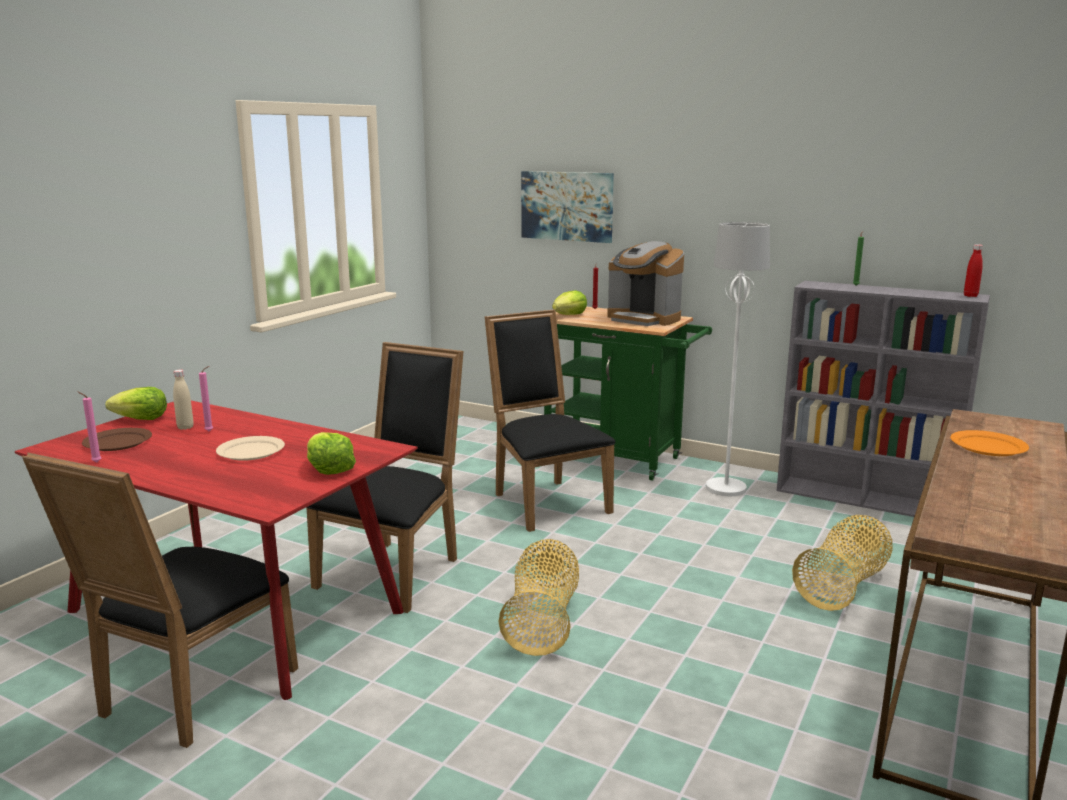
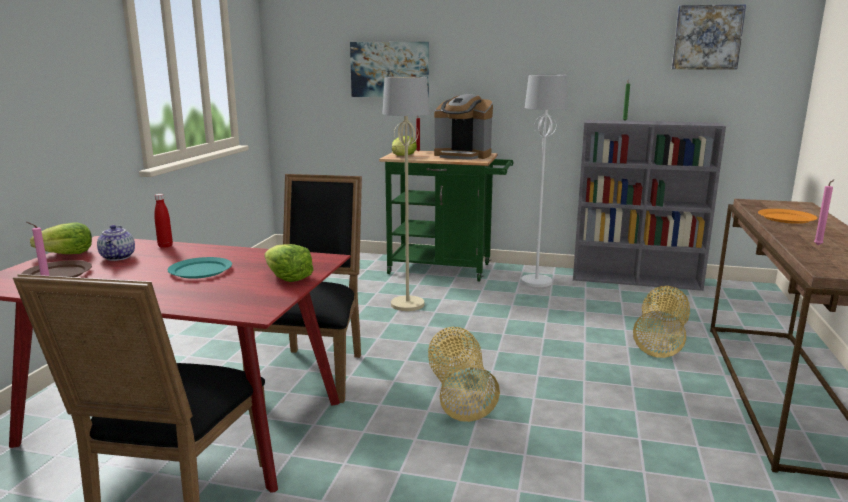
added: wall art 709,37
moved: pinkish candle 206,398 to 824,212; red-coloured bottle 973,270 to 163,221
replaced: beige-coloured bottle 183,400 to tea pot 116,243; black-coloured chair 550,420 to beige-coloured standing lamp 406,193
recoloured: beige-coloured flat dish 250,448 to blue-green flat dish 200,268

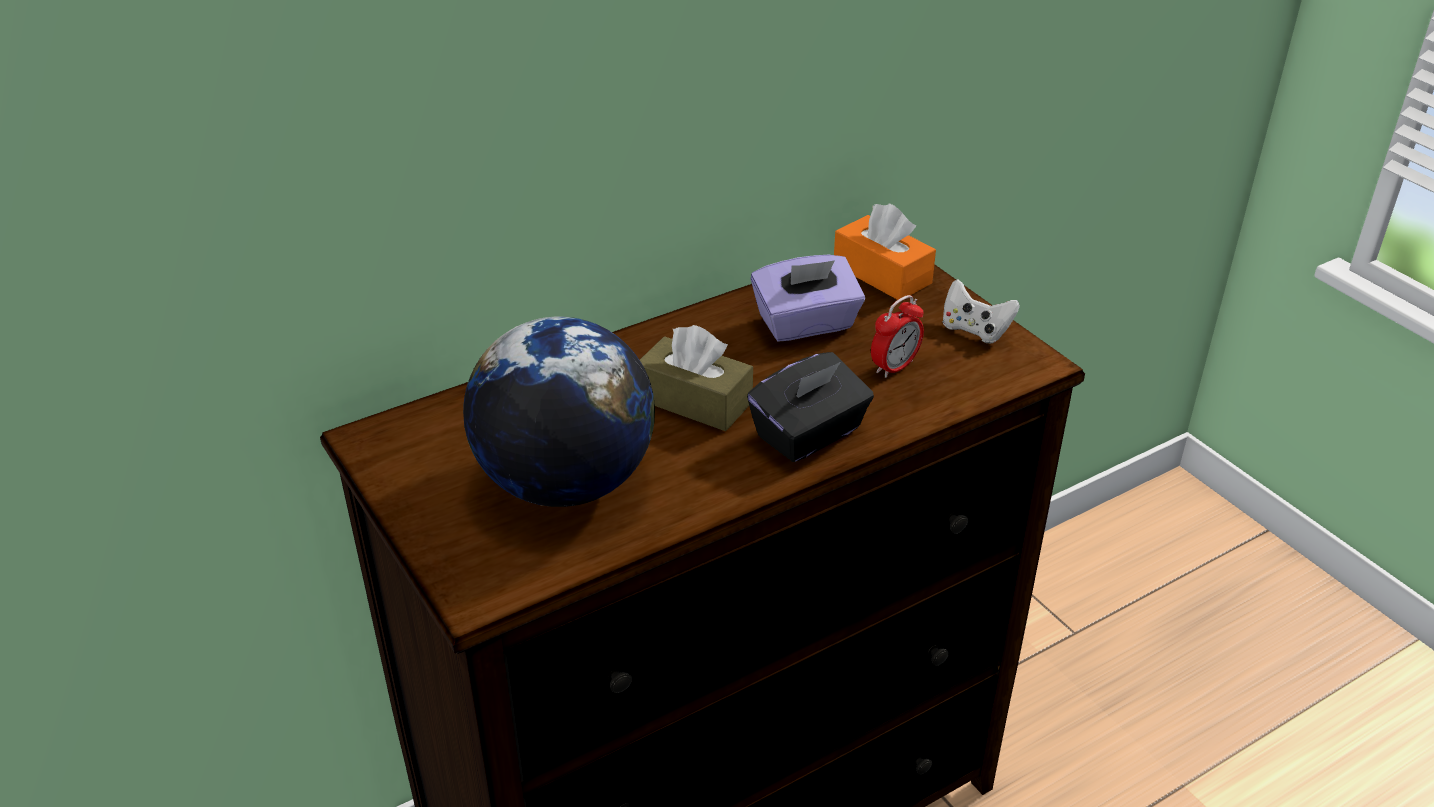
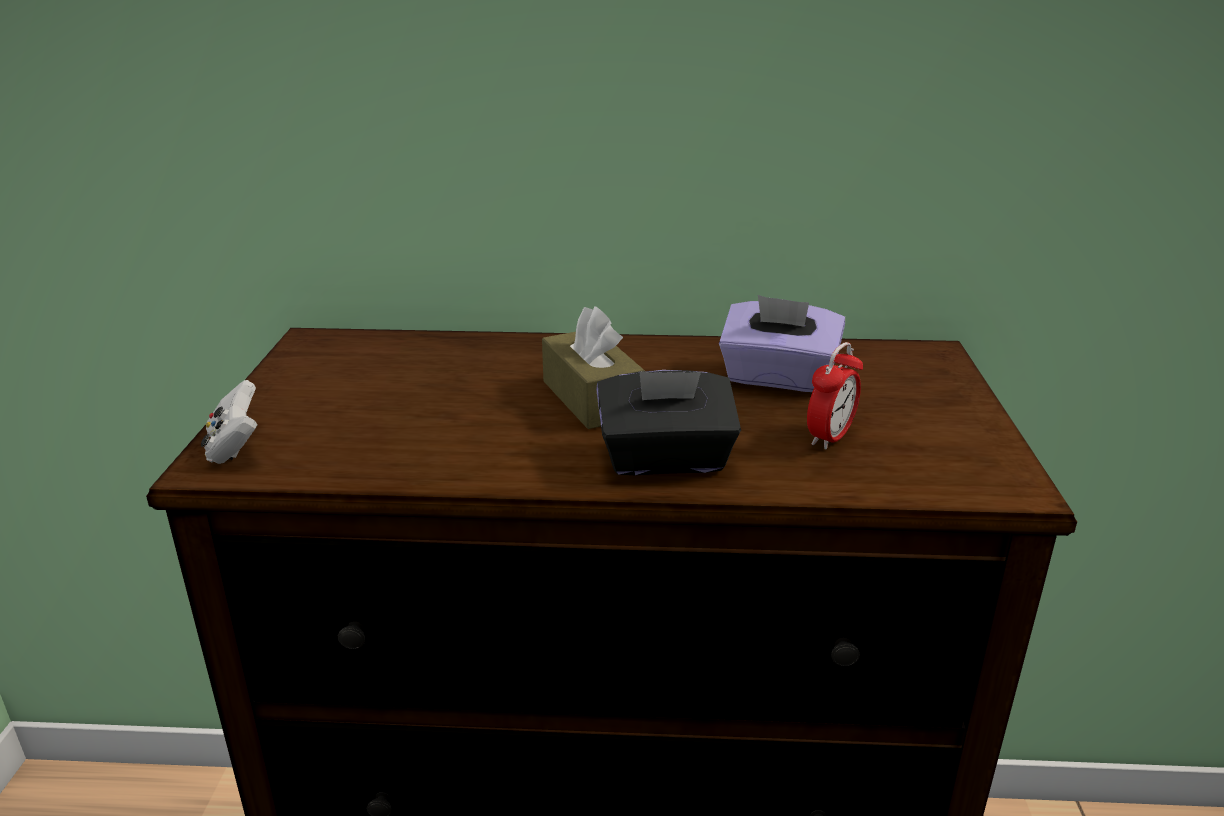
removed: globe 559,412; orange-coloured tissue holder 885,251
moved: white gamepad 981,311 to 229,422
turned: bedside clock 897,336 = 835,396 45 degrees counterclockwise

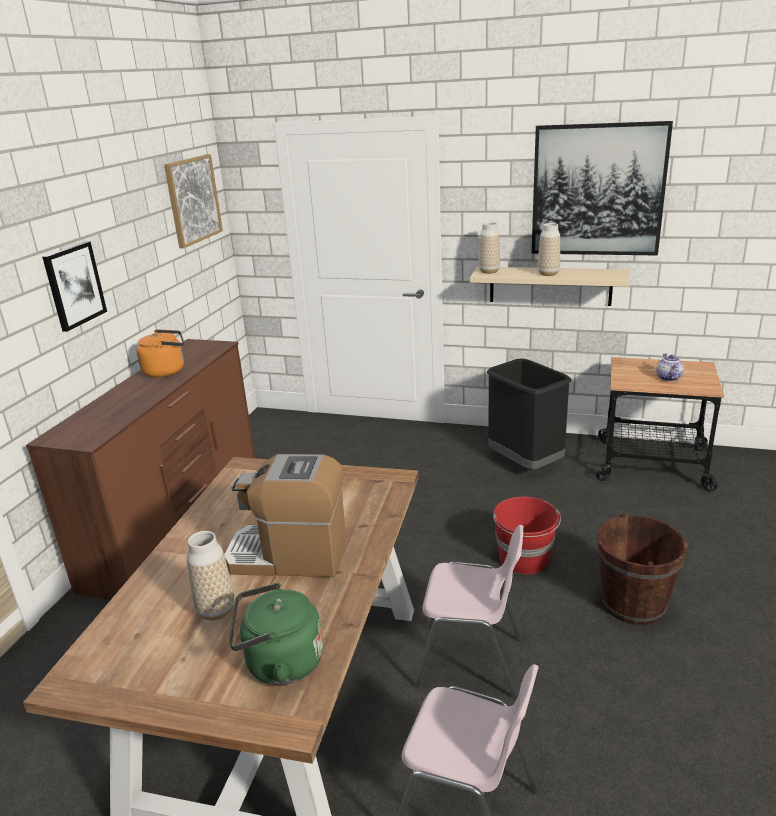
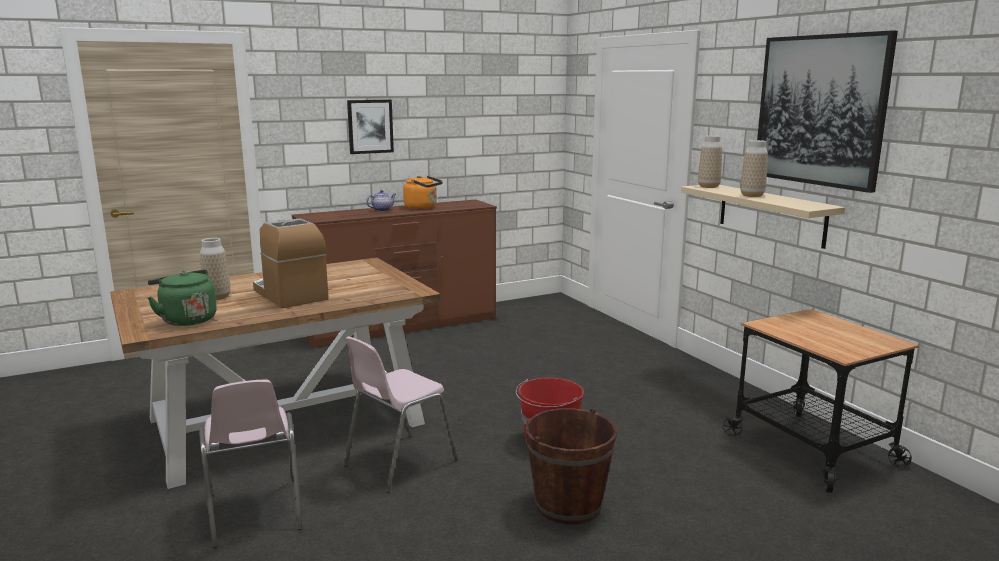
removed: wall art 193,201; black-coloured waste bin 529,413
moved: tea pot 670,367 to 381,200
turned: pinkish chair 468,612 = 401,415 75 degrees clockwise

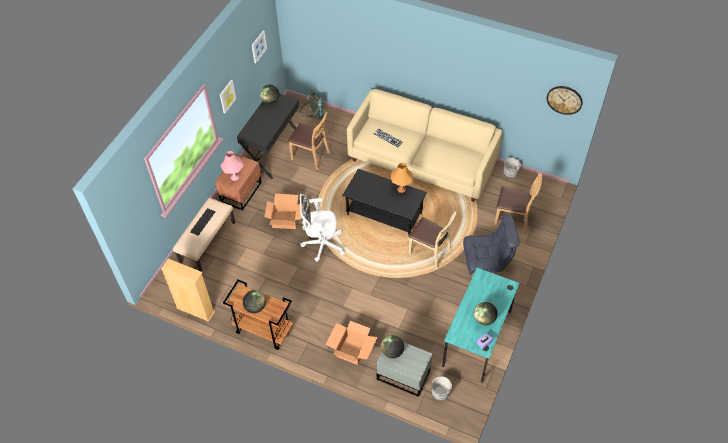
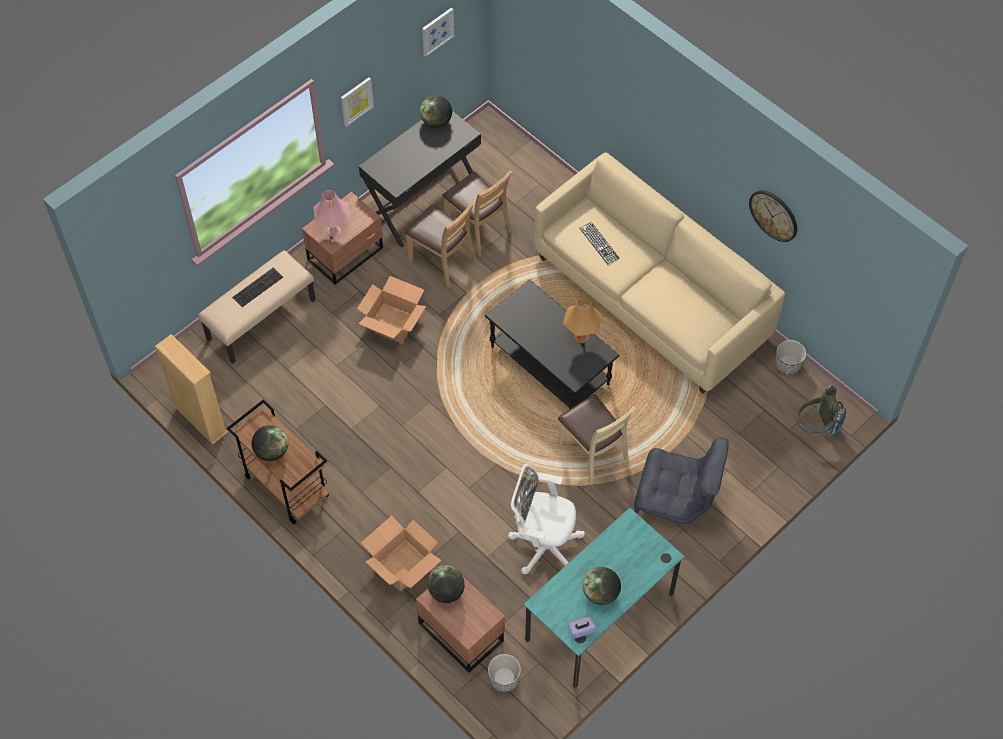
moved: grey backpack 312,104 to 822,410; white desk chair 322,228 to 546,519; brownish chair 518,203 to 440,243; hanging clock 565,100 to 773,216
recoloured: grey nightstand 404,370 to brownish nightstand 460,625

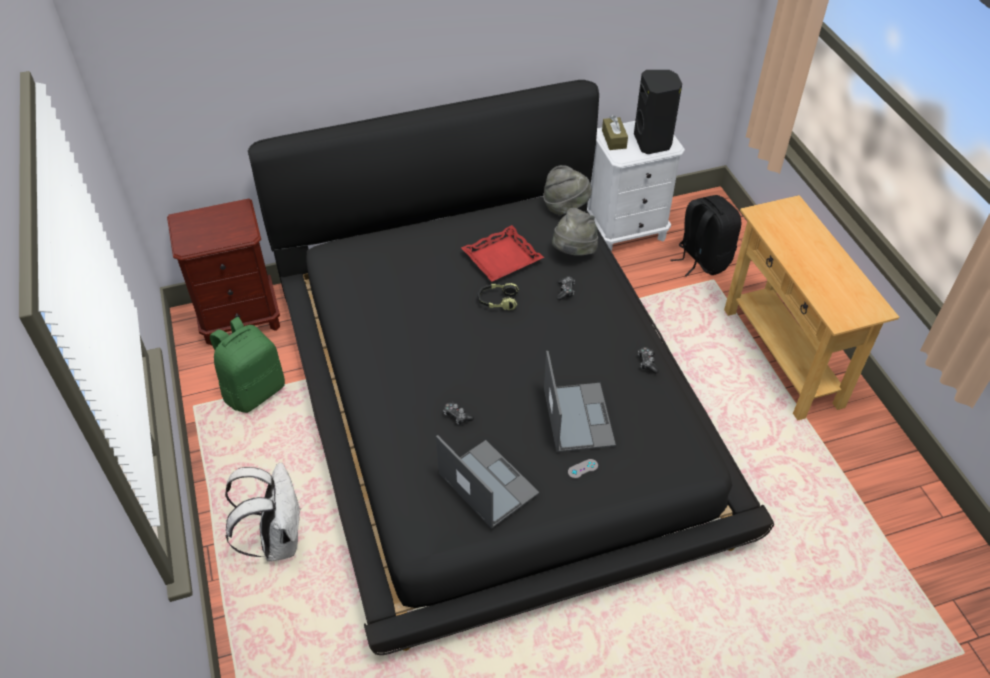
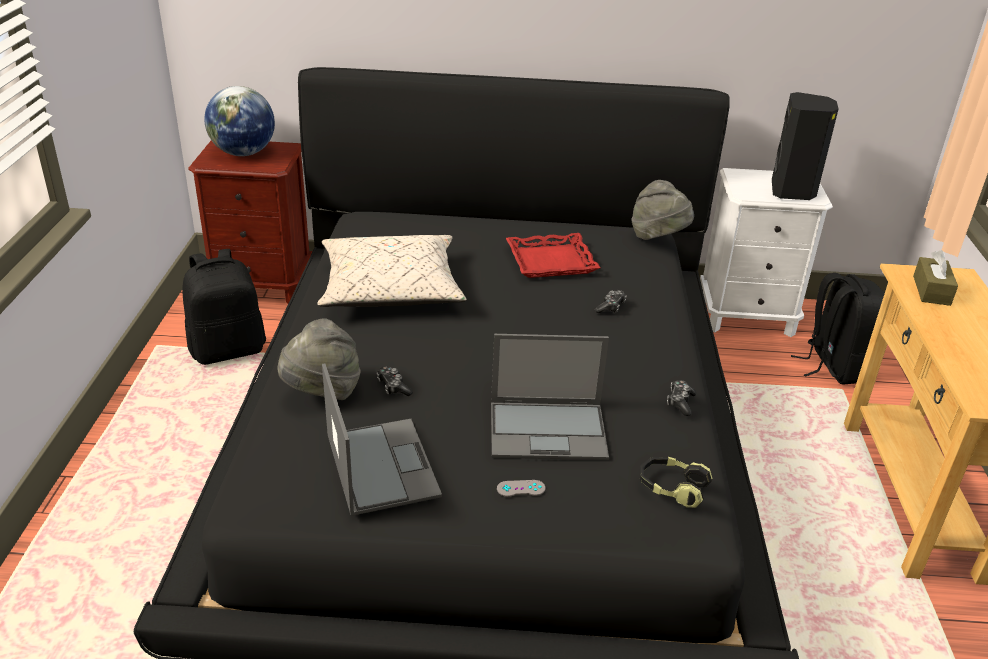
removed: white backpack 263,511
added: globe 239,121; beige-coloured cushion 392,271
moved: headphones 498,296 to 676,482; grey wearable hat 575,232 to 319,359; brownish tissue holder 615,132 to 935,278
recoloured: green-coloured backpack 247,365 to black-coloured backpack 224,307
turned: laptop 580,401 = 550,397 75 degrees clockwise

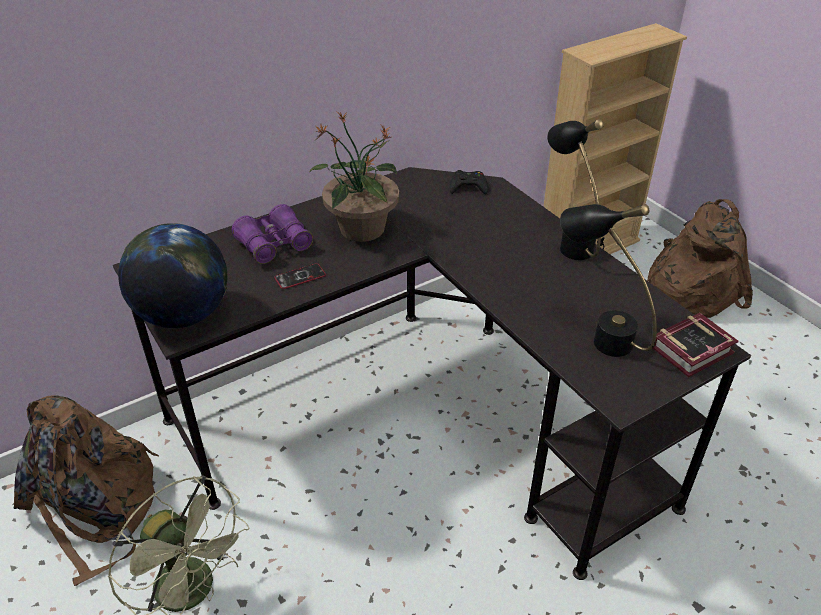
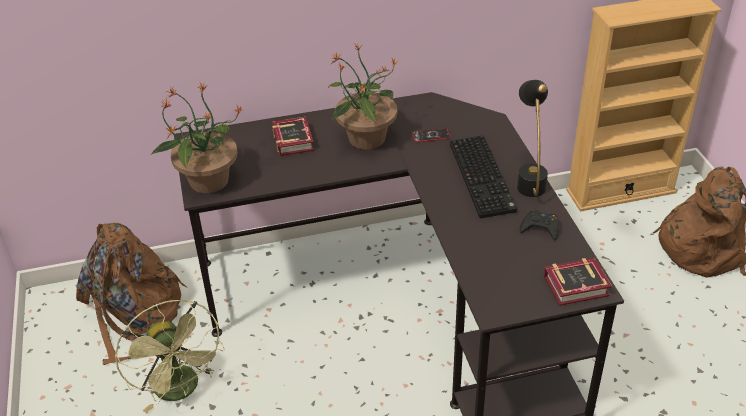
removed: black-coloured table lamp 608,280
added: computer keyboard 483,176
moved: handset 300,276 to 431,135; black-coloured gamepad 469,182 to 539,225
replaced: globe 172,275 to houseplant 197,137; purple-coloured pair of binoculars 272,234 to bound book 293,136

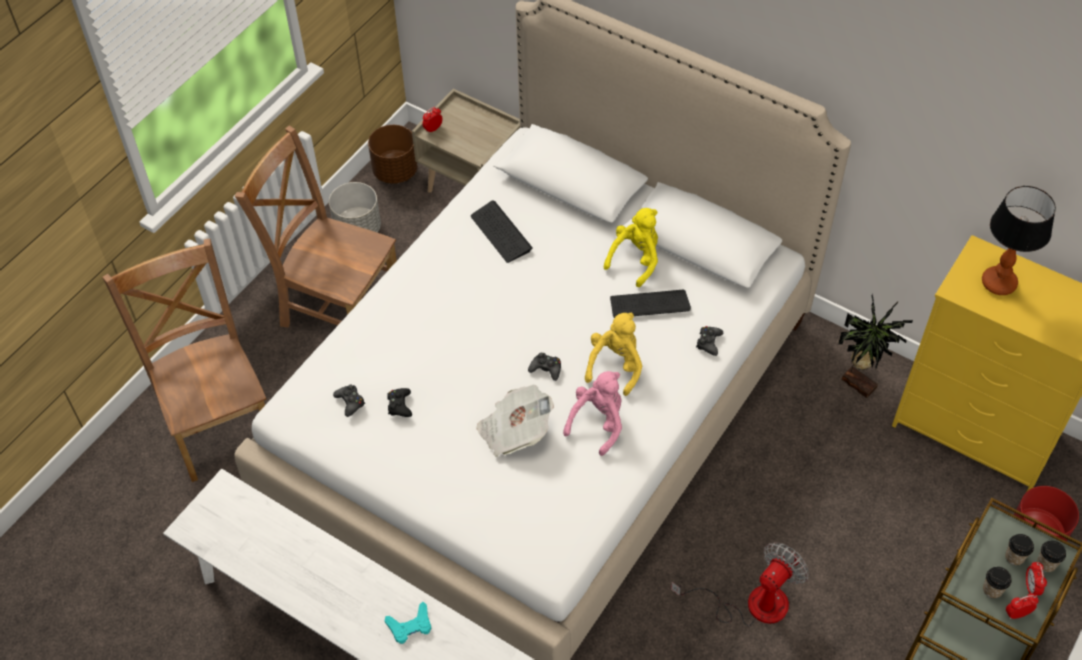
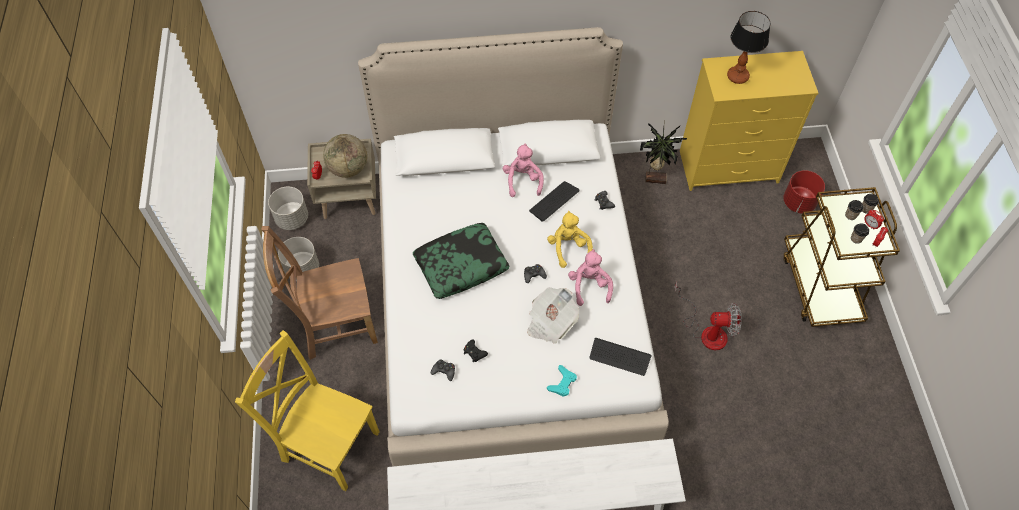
added: globe 345,156; cushion 461,261
moved: blue-green gamepad 408,623 to 562,381; computer keyboard 502,231 to 620,357
recoloured: brownish chair 184,360 to yellow chair 307,410; brownish planter 393,154 to grey planter 288,208; yellow plush toy 631,247 to pinkish plush toy 523,170
turned: fan 740,584 = 708,316 90 degrees clockwise

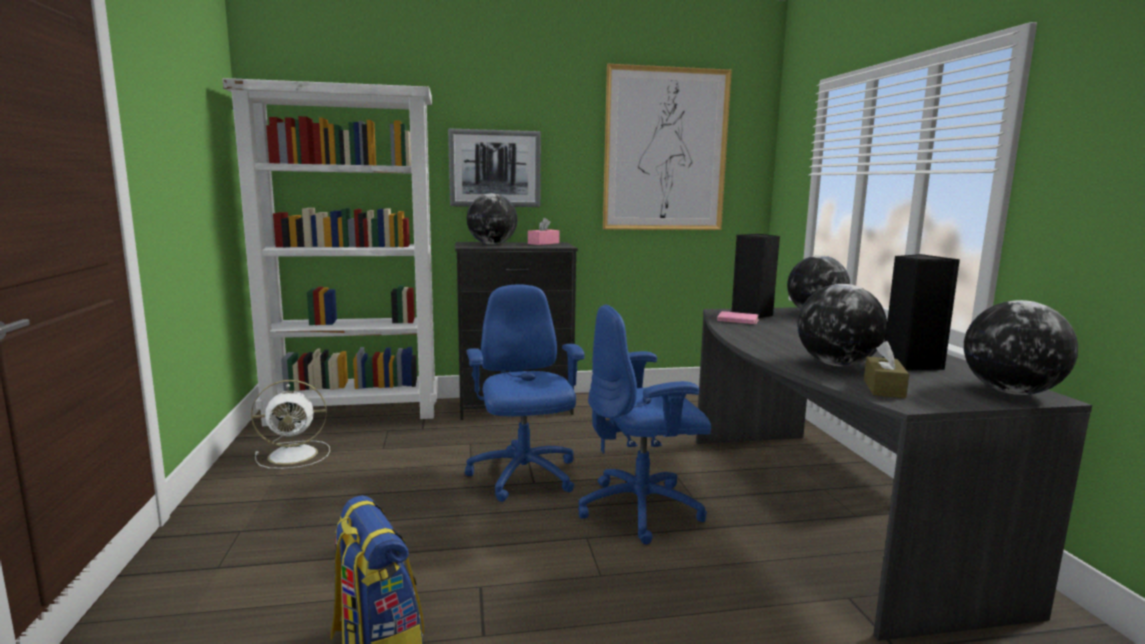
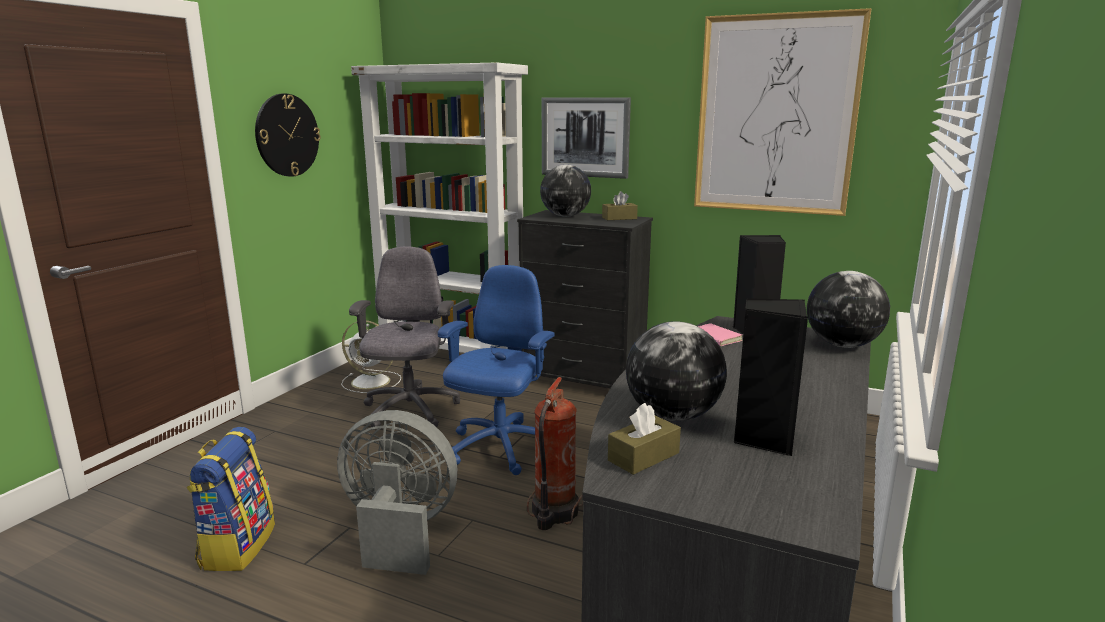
removed: globe 1021,347
added: hanging clock 288,135; grey fan 397,492; grey desk chair 404,338
replaced: blue desk chair 644,424 to fire-fighting cylinder 555,453
recoloured: pinkish tissue holder 544,231 to brownish tissue holder 620,205

